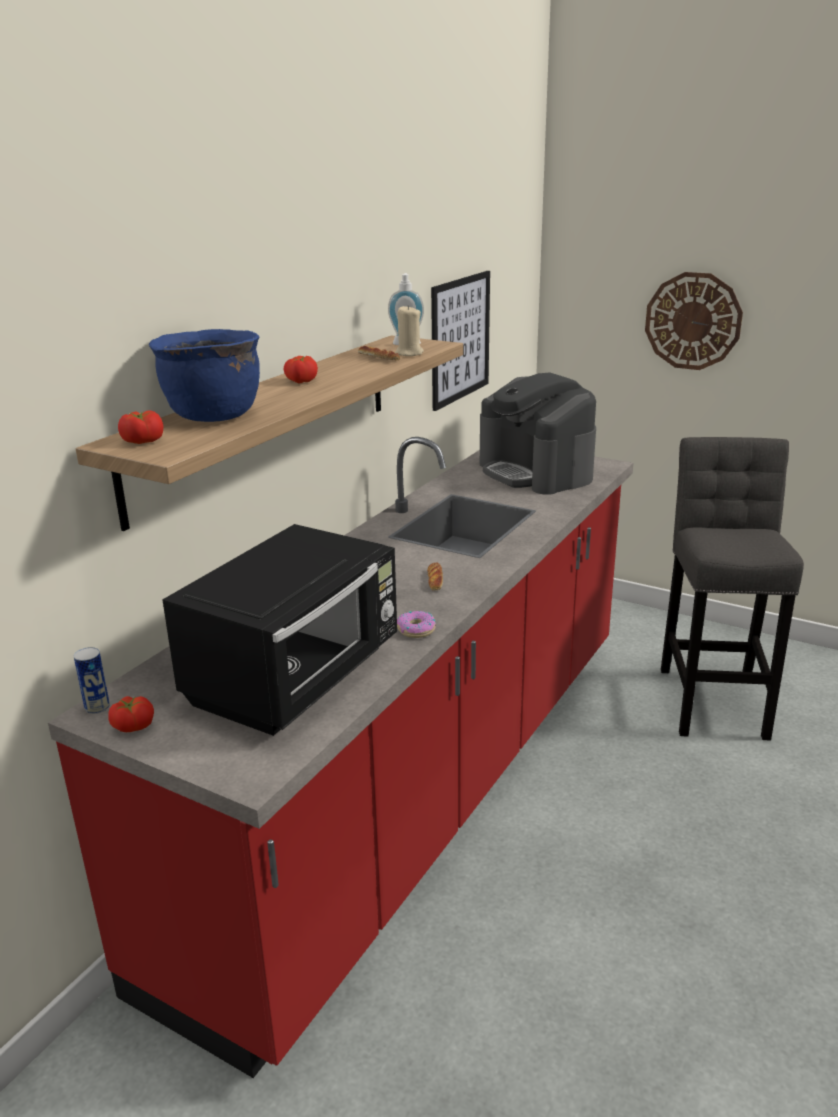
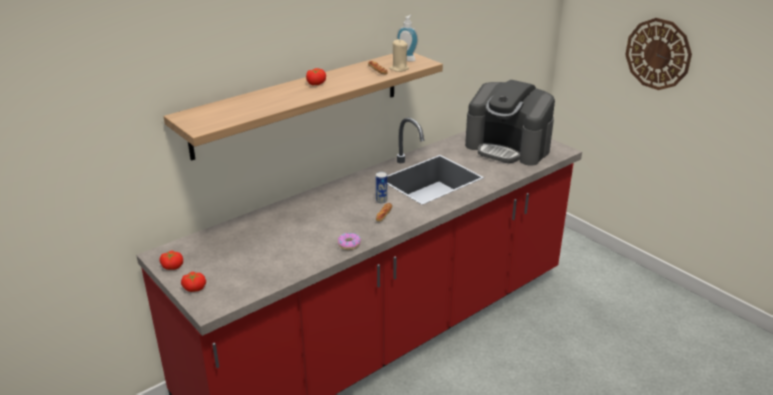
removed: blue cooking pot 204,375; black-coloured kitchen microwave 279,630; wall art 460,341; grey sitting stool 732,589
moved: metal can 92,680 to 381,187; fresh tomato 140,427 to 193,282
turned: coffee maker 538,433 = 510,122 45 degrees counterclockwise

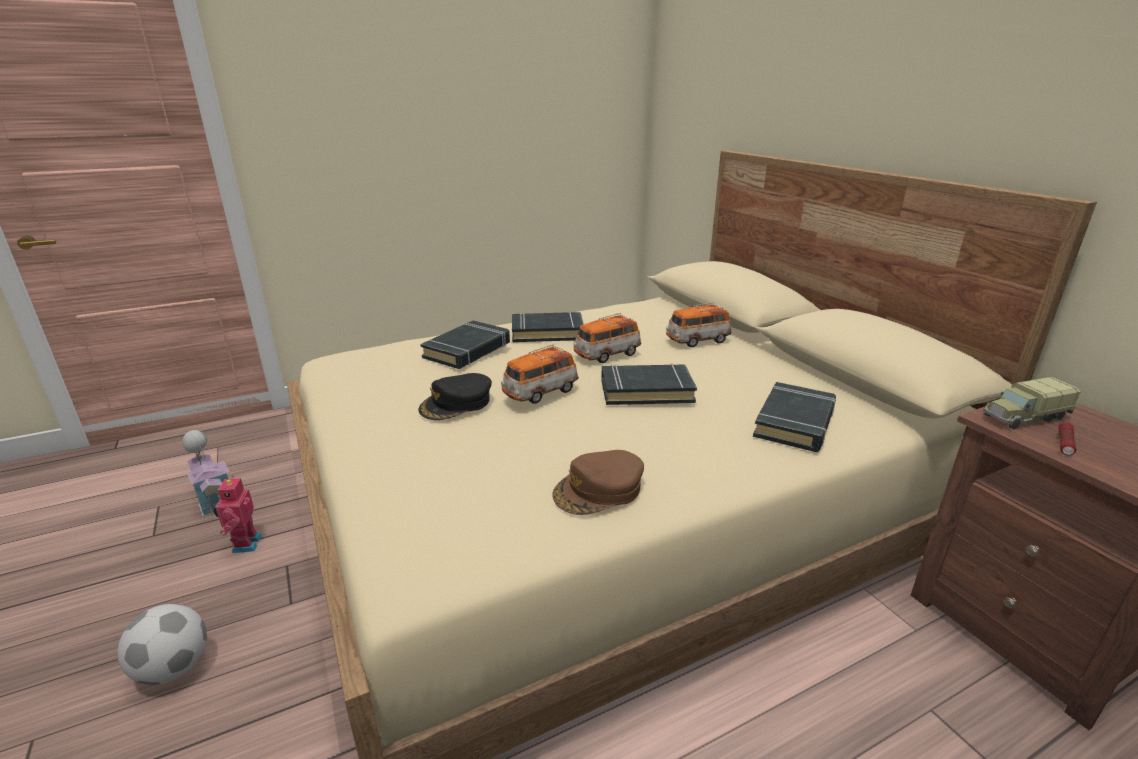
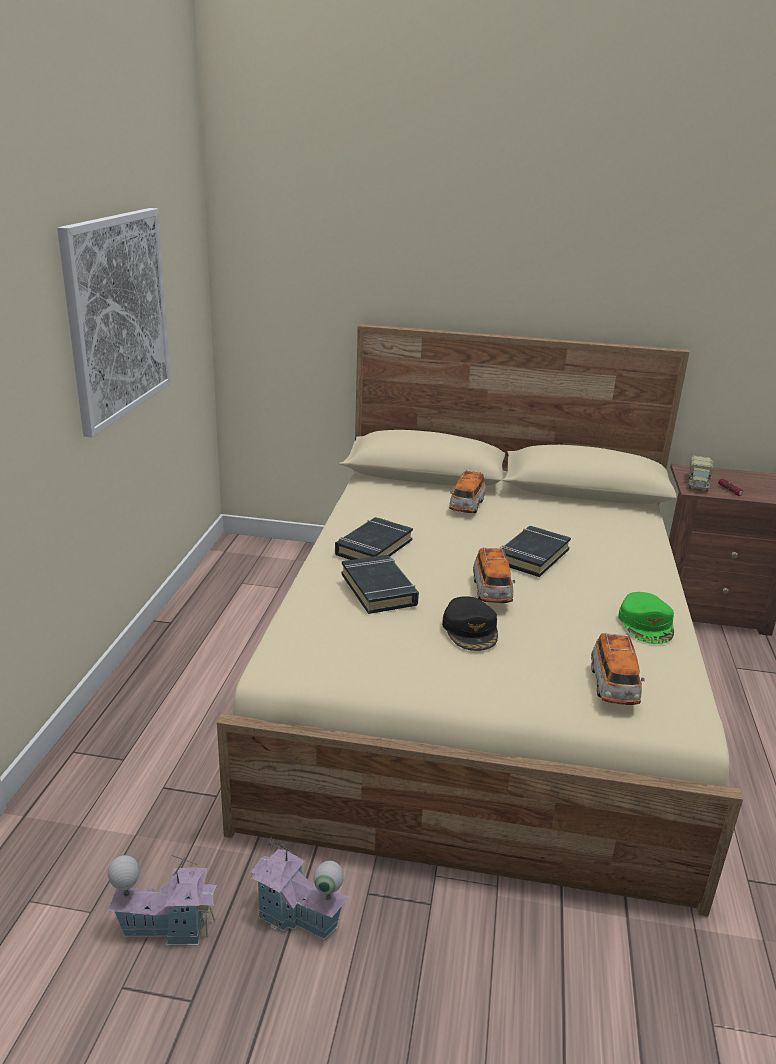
removed: football ball 162,644; black-coloured bound book 794,417
added: wall art 114,322
moved: toy car 607,338 to 618,669
replaced: robot figure 238,514 to toy house 300,889
recoloured: brownish cap 598,482 to green-coloured cap 646,618

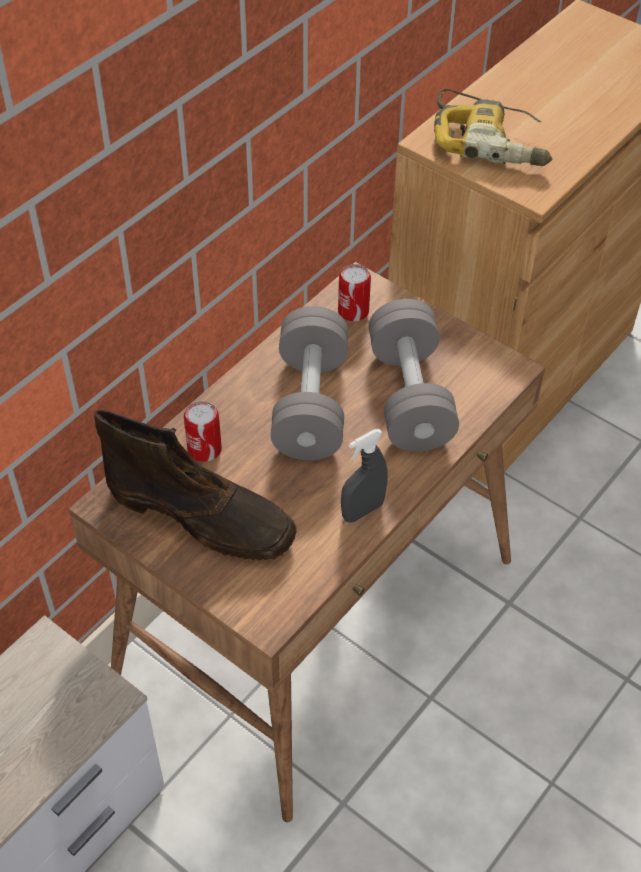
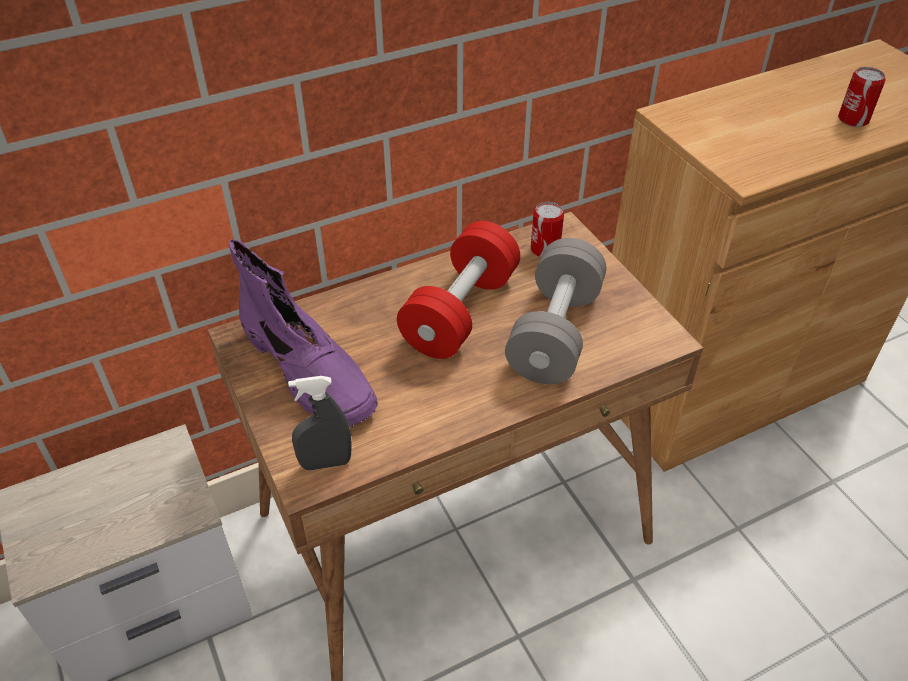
removed: electric drill 493,127
moved: metal can 203,431 to 861,97; grey spray bottle 364,475 to 320,423
recoloured: brownish boot 195,485 to purple-coloured boot 303,333; grey dumbbell 309,383 to red-coloured dumbbell 458,290

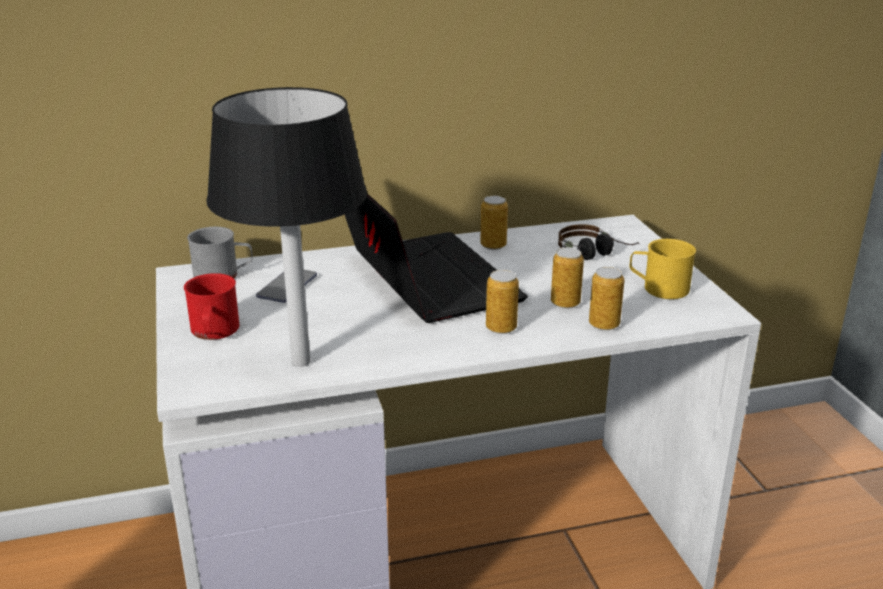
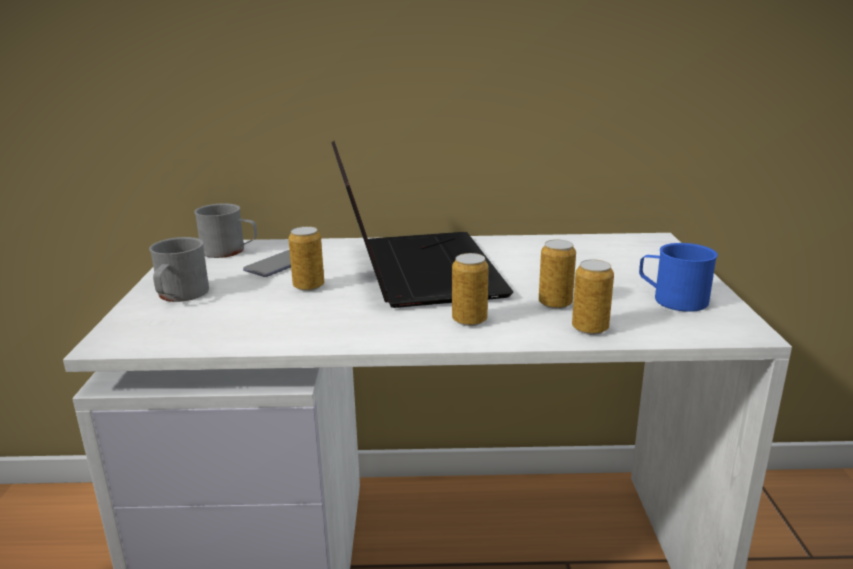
removed: black-coloured table lamp 286,227; headphones 599,242
moved: metal can 494,223 to 306,258
recoloured: red-coloured coffee mug 211,306 to grey coffee mug 179,269; yellow coffee mug 663,269 to blue coffee mug 678,277

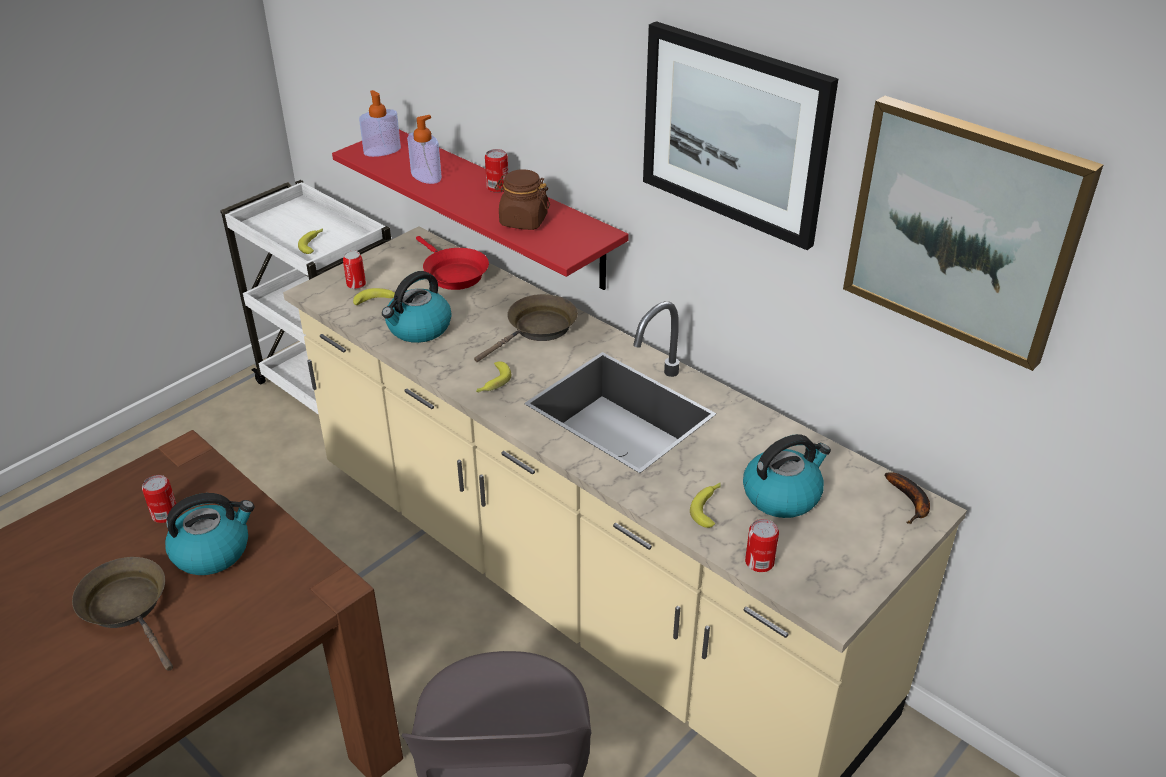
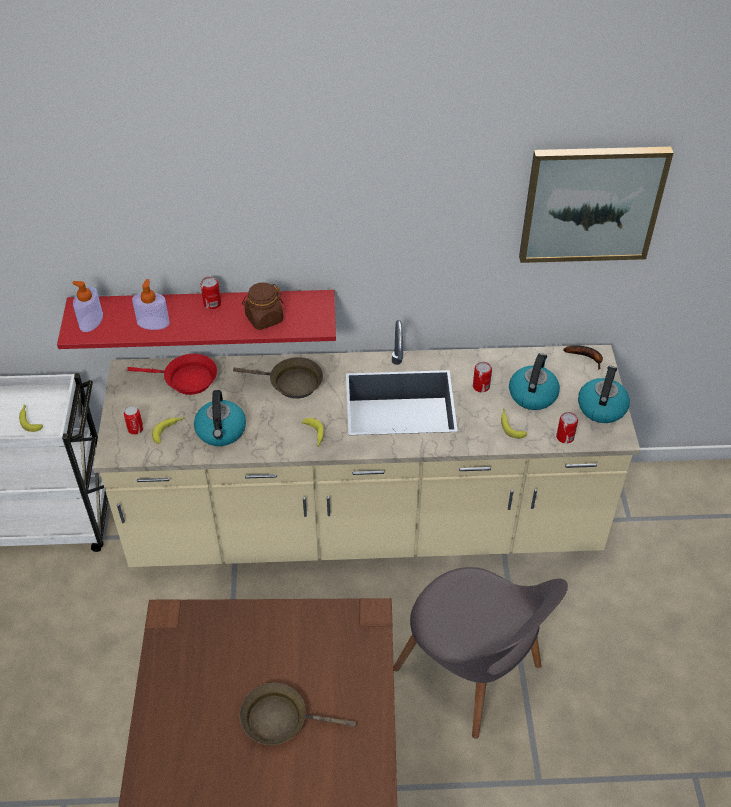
removed: wall art 740,135
moved: metal can 159,499 to 482,377; water kettle 210,534 to 604,394
turned: brownish pan 526,328 = 278,378 105 degrees clockwise

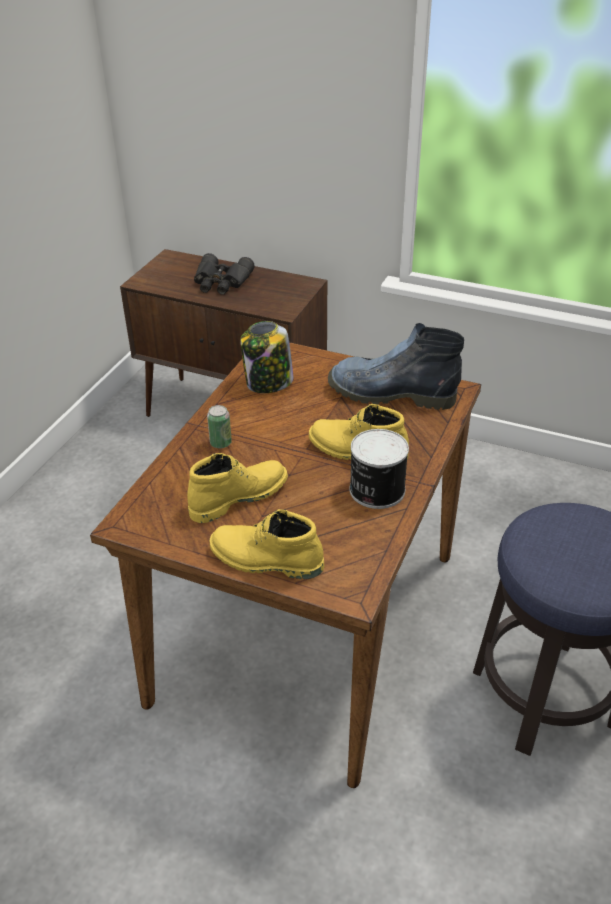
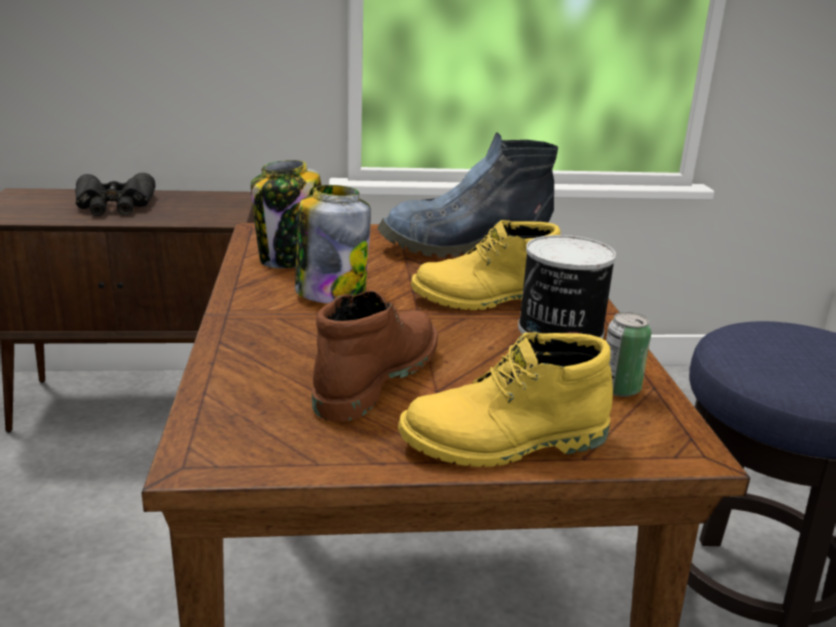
added: preserve jar 333,244
moved: metal can 219,426 to 629,354
recoloured: yellow boot 237,488 to brownish boot 375,356

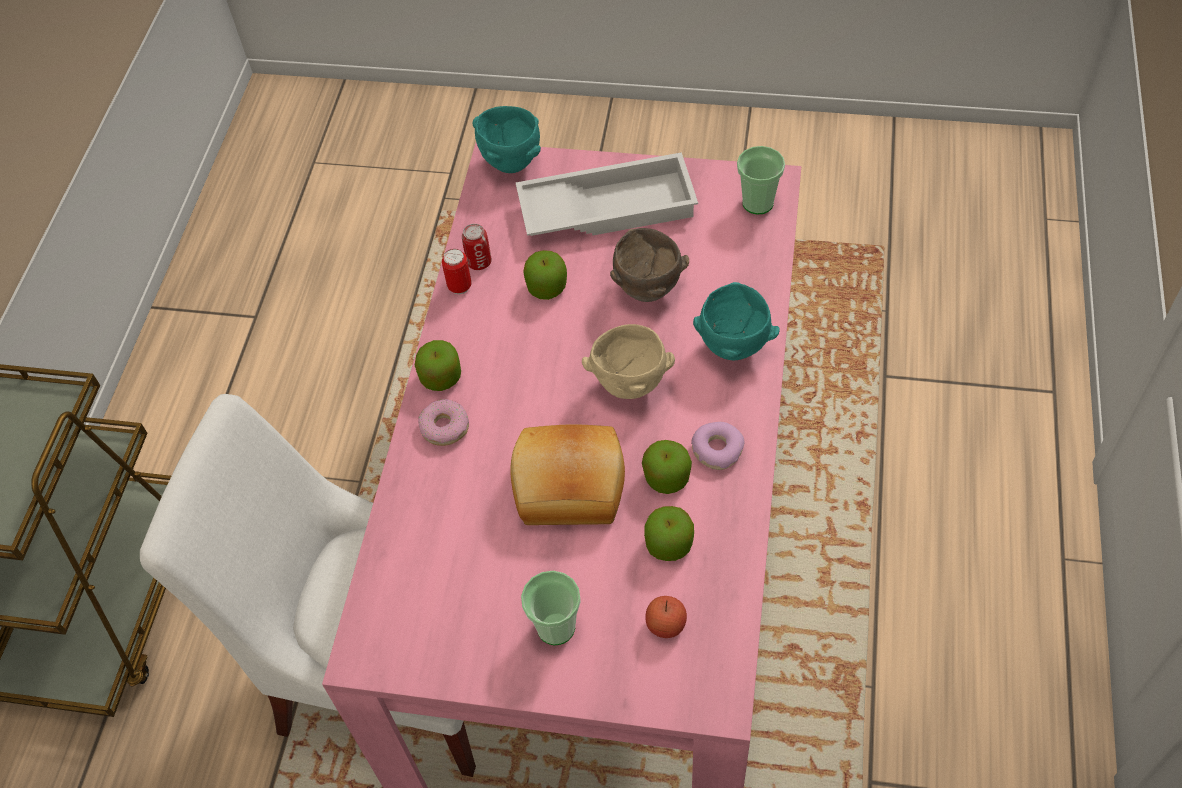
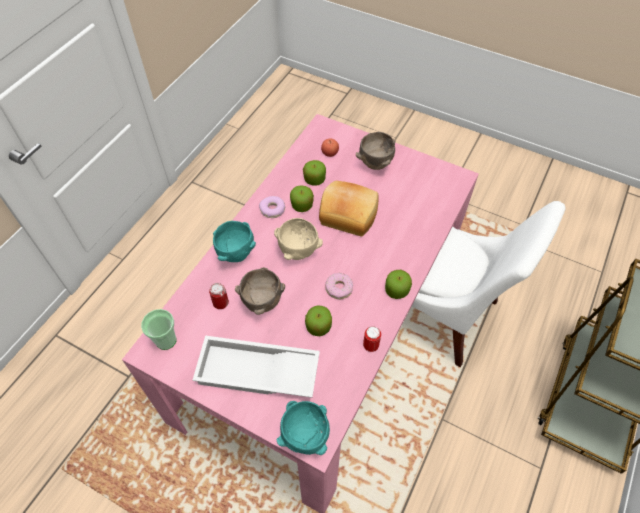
moved: doughnut 443,422 to 339,286; metal can 477,247 to 219,296
replaced: drinking cup 551,607 to brownish serving bowl 375,151

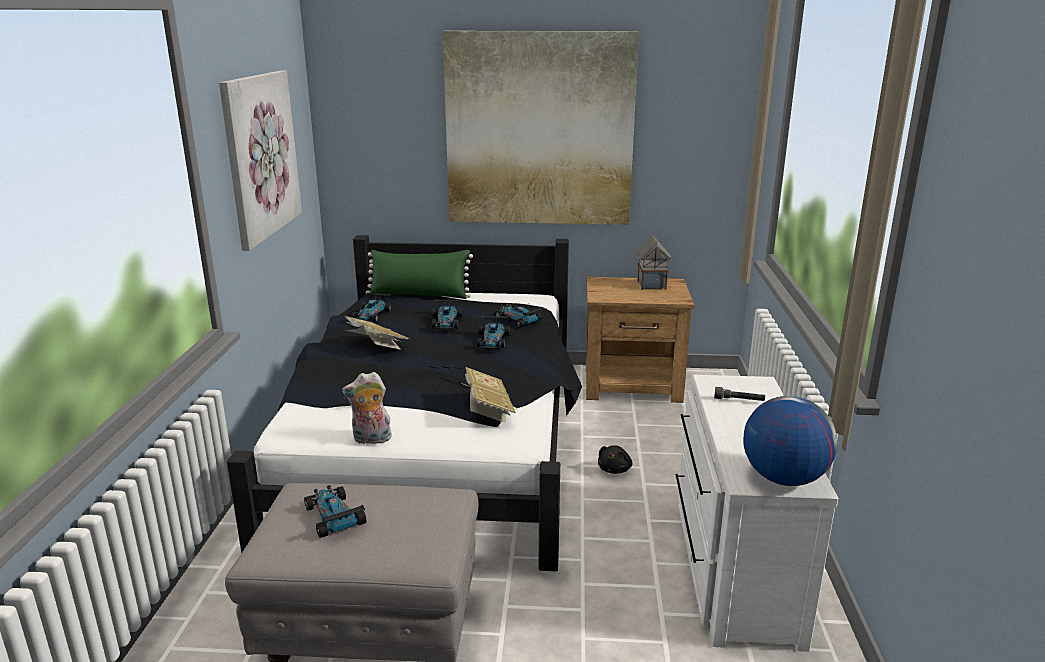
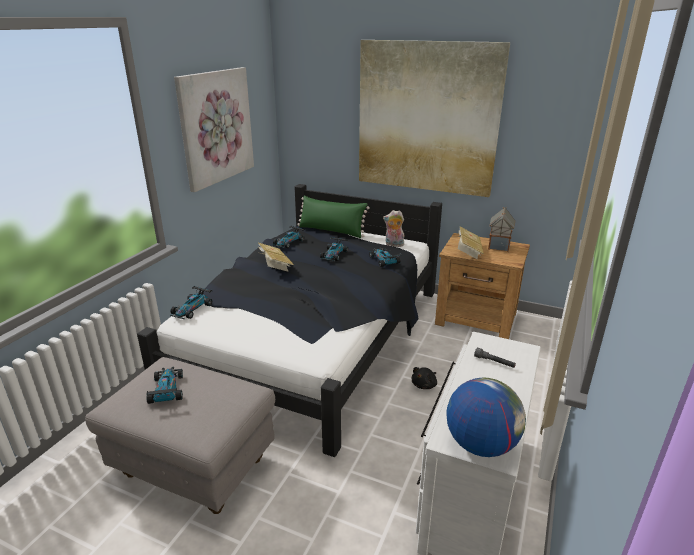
moved: plush toy 367,409 to 393,228; bound book 490,395 to 471,243; toy car 493,332 to 191,302

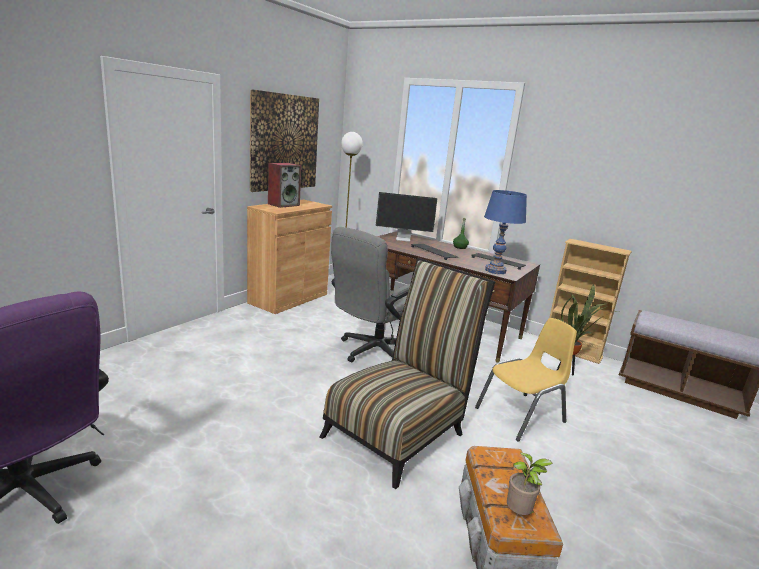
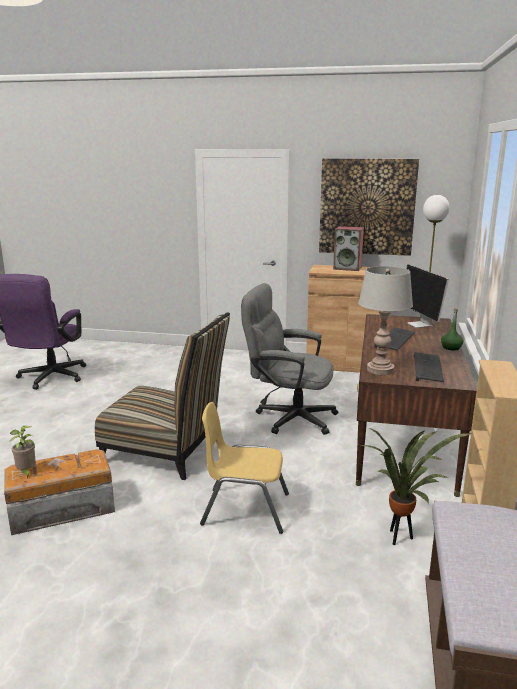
recoloured: blue table lamp 505,232 to grey table lamp 385,320
turned: yellow chair 526,380 = 244,468 150 degrees clockwise

